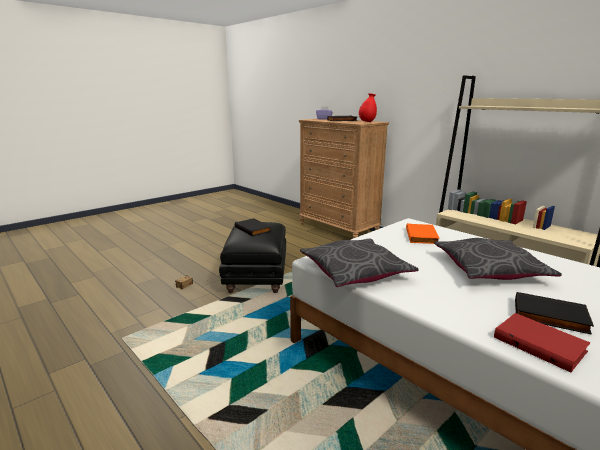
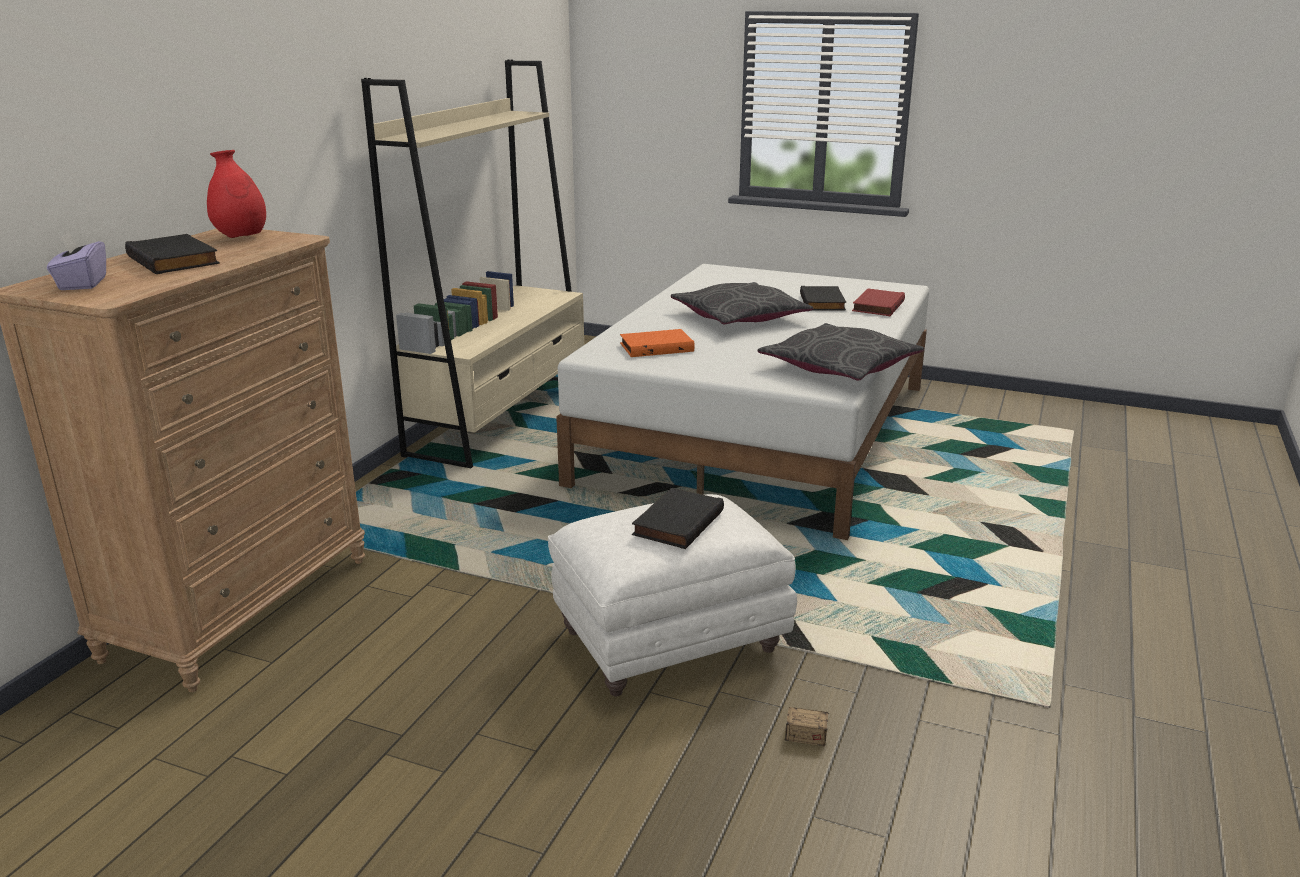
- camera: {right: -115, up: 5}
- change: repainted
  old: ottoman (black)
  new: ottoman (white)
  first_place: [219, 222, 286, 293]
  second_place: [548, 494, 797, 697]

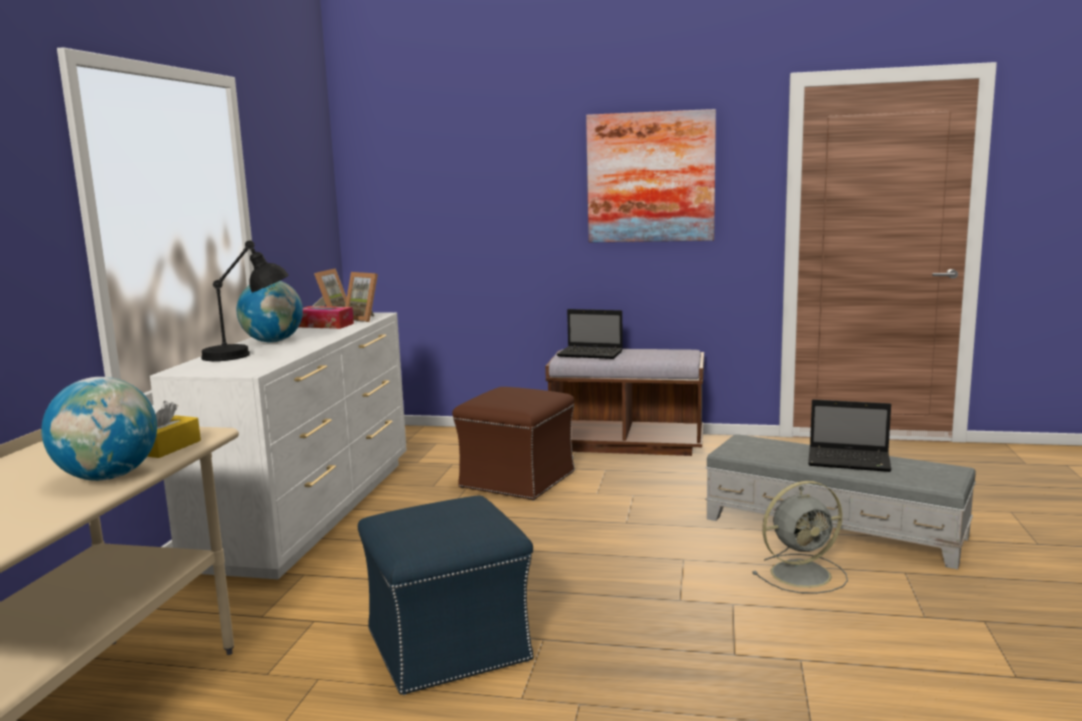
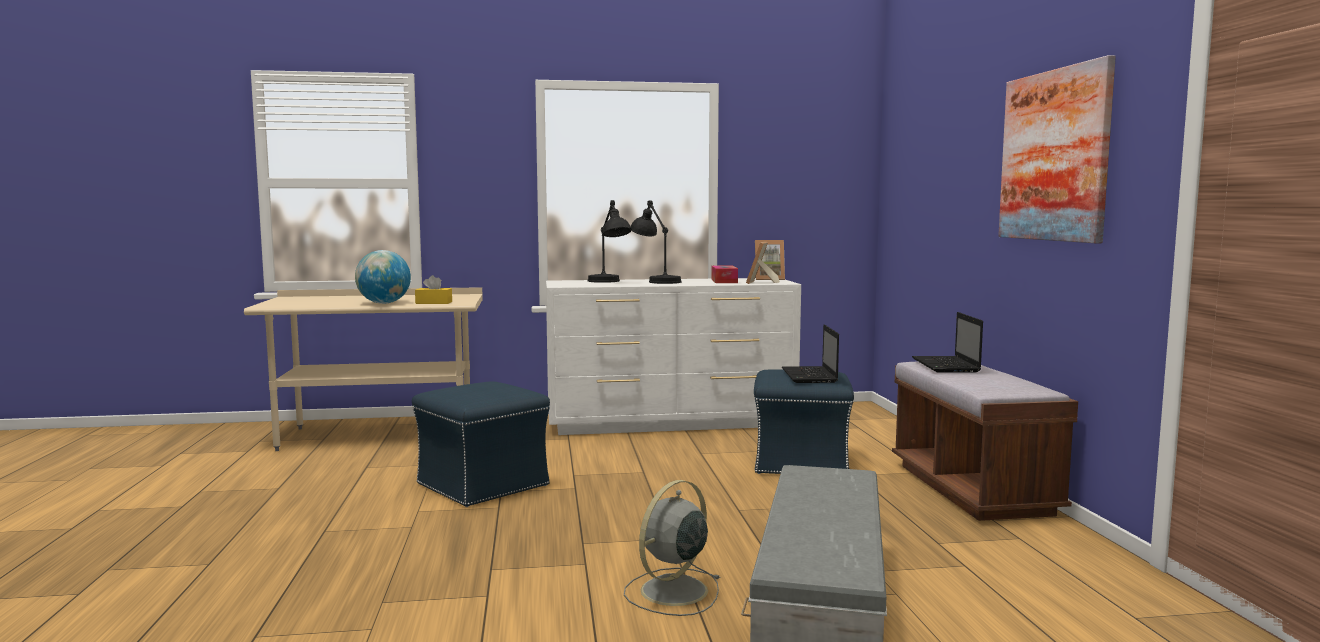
- camera: {right: 70, up: -5}
- change: swapped
  old: globe
  new: table lamp (black)
  first_place: [237, 281, 303, 342]
  second_place: [631, 200, 682, 284]
- change: repainted
  old: ottoman (brown)
  new: ottoman (blue)
  first_place: [452, 387, 575, 501]
  second_place: [754, 369, 854, 474]
- change: shifted
  old: laptop
  first_place: [808, 399, 892, 472]
  second_place: [782, 324, 839, 383]
- change: rotated
  old: fan (grey)
  first_place: [752, 481, 848, 594]
  second_place: [624, 480, 721, 616]
  degrees: 75

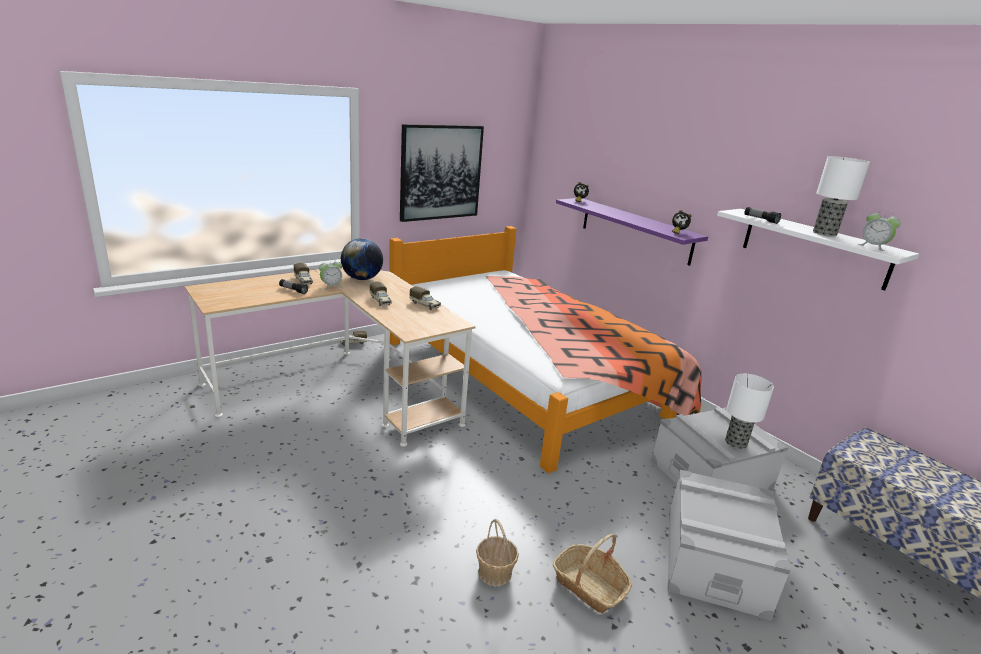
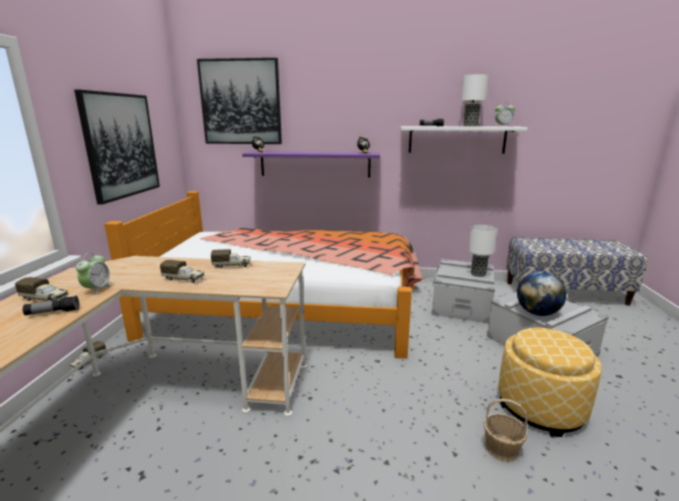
- camera: {right: -45, up: -5}
- change: shifted
  old: globe
  first_place: [341, 238, 383, 280]
  second_place: [517, 272, 566, 316]
- change: swapped
  old: basket
  new: ottoman
  first_place: [552, 533, 632, 613]
  second_place: [498, 328, 602, 437]
- change: new
  new: picture
  second_place: [197, 58, 282, 144]

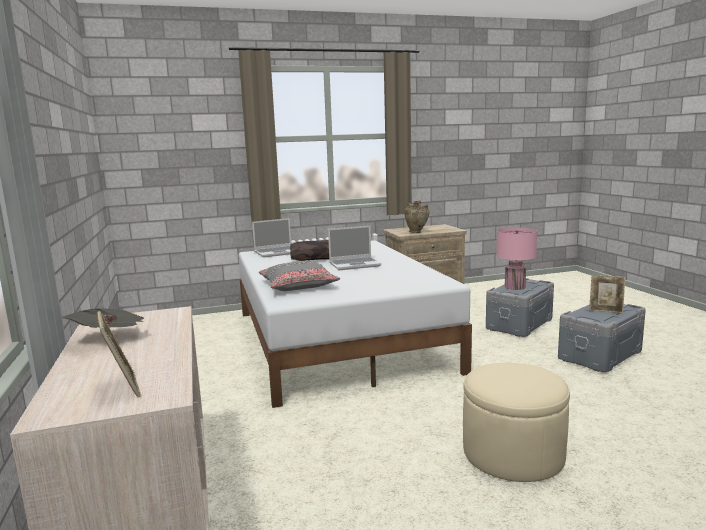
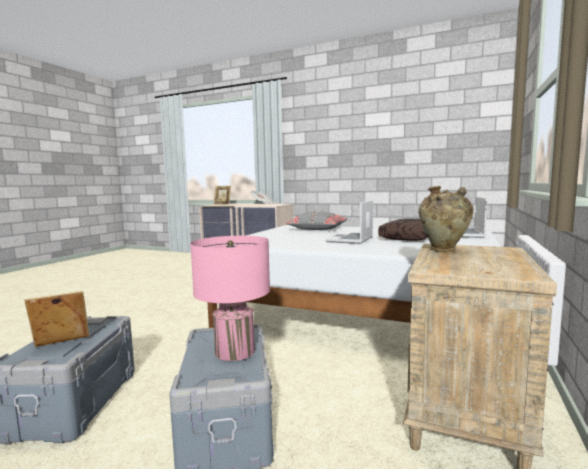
- camera: {right: 130, up: -5}
- change: gone
  old: ottoman (beige)
  first_place: [463, 363, 570, 482]

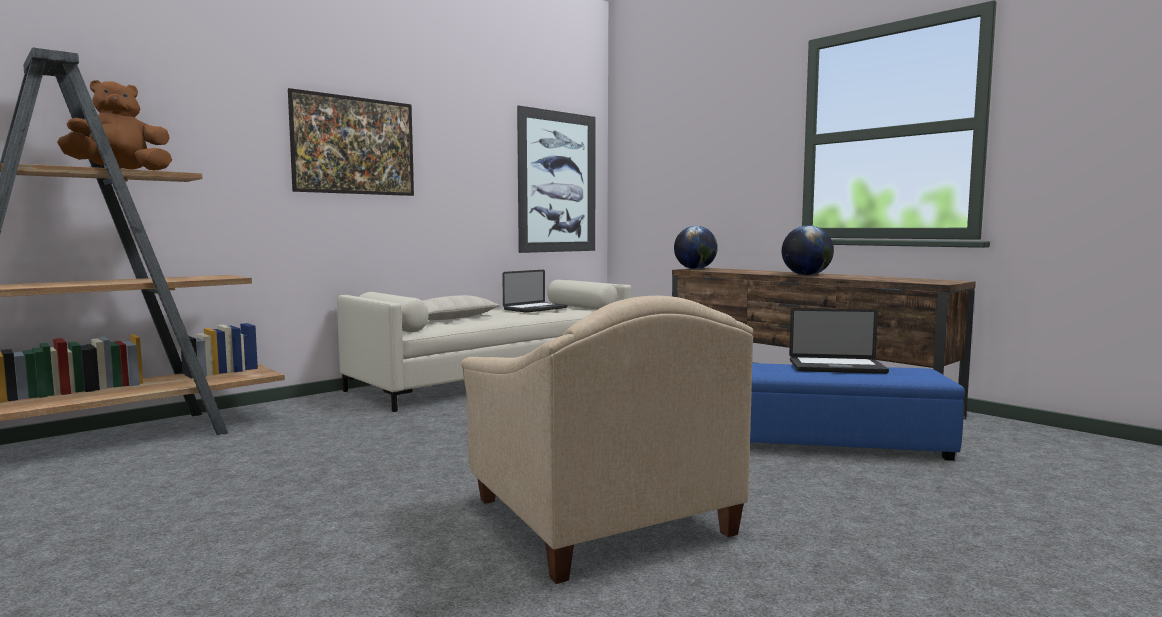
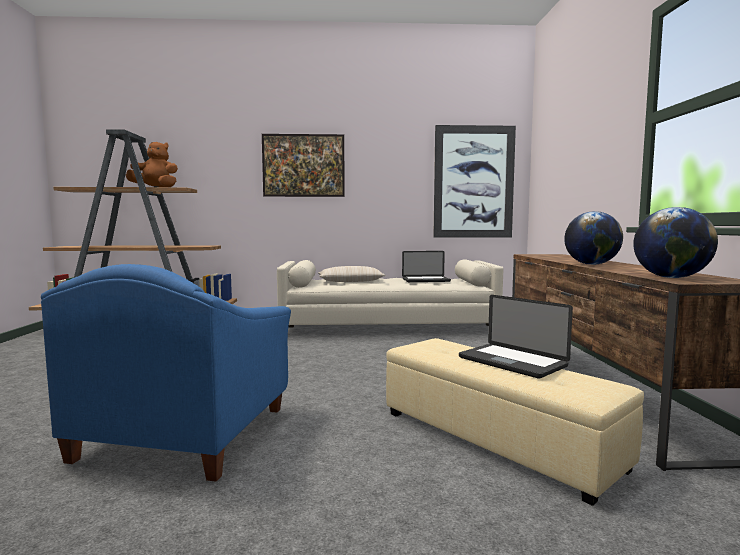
- camera: {right: 40, up: 0}
- change: shifted
  old: globe
  first_place: [674, 226, 718, 269]
  second_place: [633, 207, 718, 278]
- change: repainted
  old: armchair (beige)
  new: armchair (blue)
  first_place: [461, 296, 753, 584]
  second_place: [41, 264, 291, 482]
- change: repainted
  old: ottoman (blue)
  new: ottoman (beige)
  first_place: [750, 363, 965, 461]
  second_place: [386, 338, 644, 506]

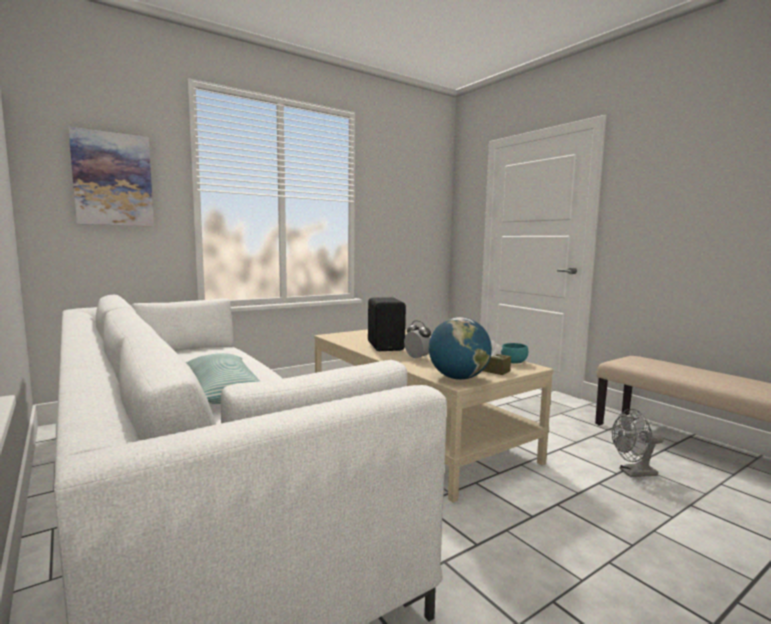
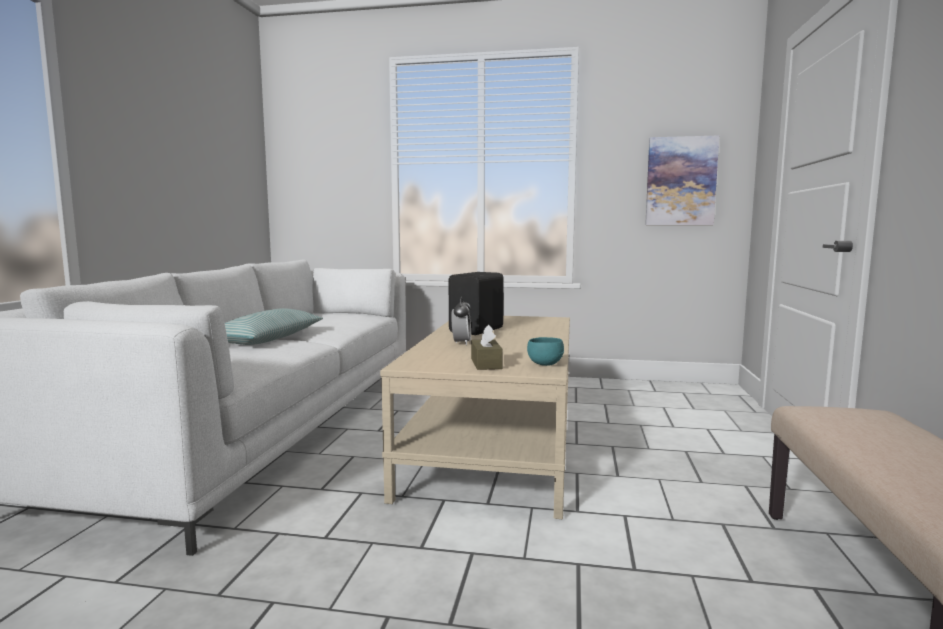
- camera: {right: 45, up: 0}
- change: shifted
  old: picture
  first_place: [68, 127, 154, 226]
  second_place: [645, 135, 719, 225]
- change: gone
  old: globe
  first_place: [429, 317, 492, 380]
- change: gone
  old: fan (grey)
  first_place: [612, 409, 664, 477]

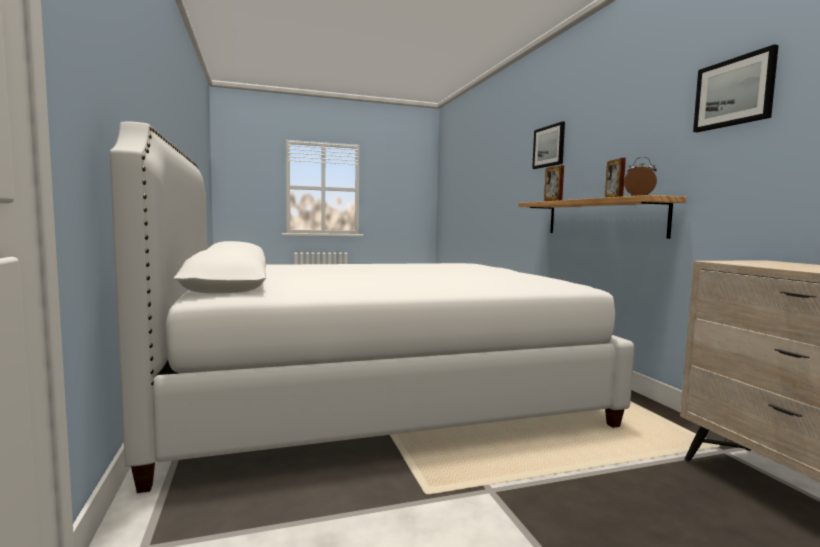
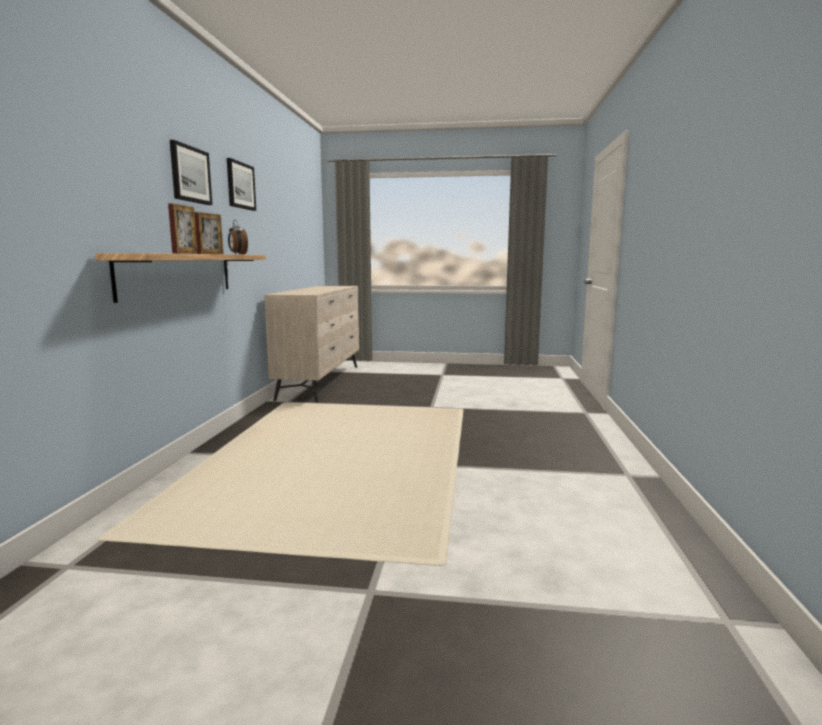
- camera: {right: -155, up: 5}
- change: gone
  old: bed (white)
  first_place: [110, 121, 635, 493]
- change: shifted
  old: picture
  first_place: [532, 122, 565, 169]
  second_place: [170, 140, 213, 205]

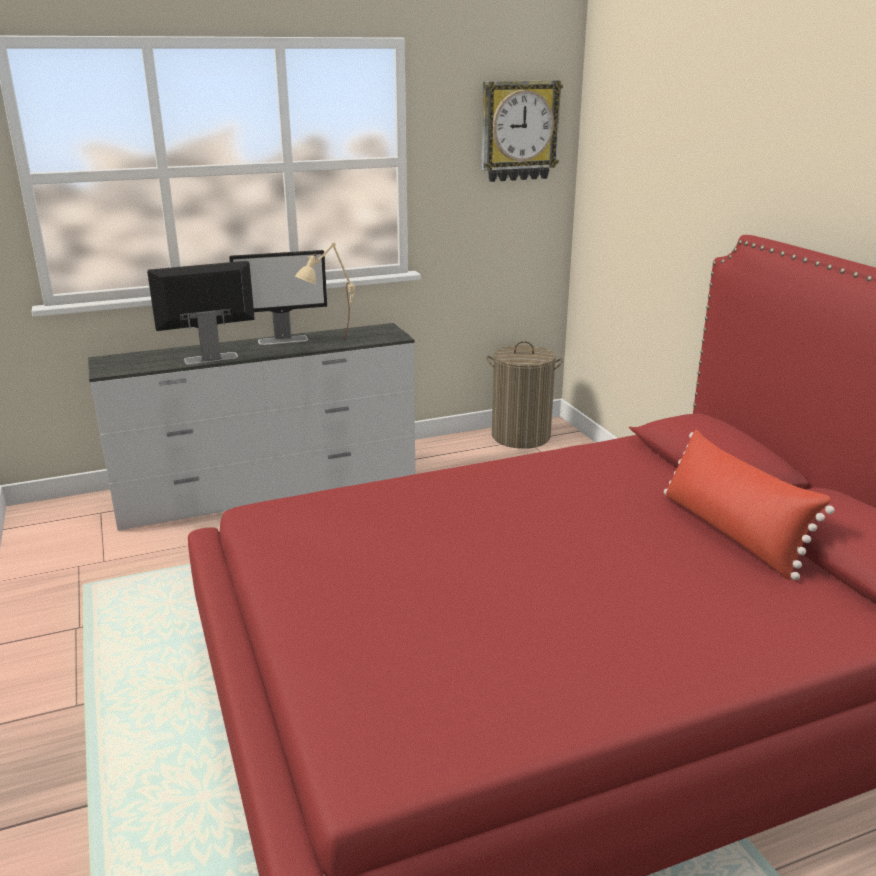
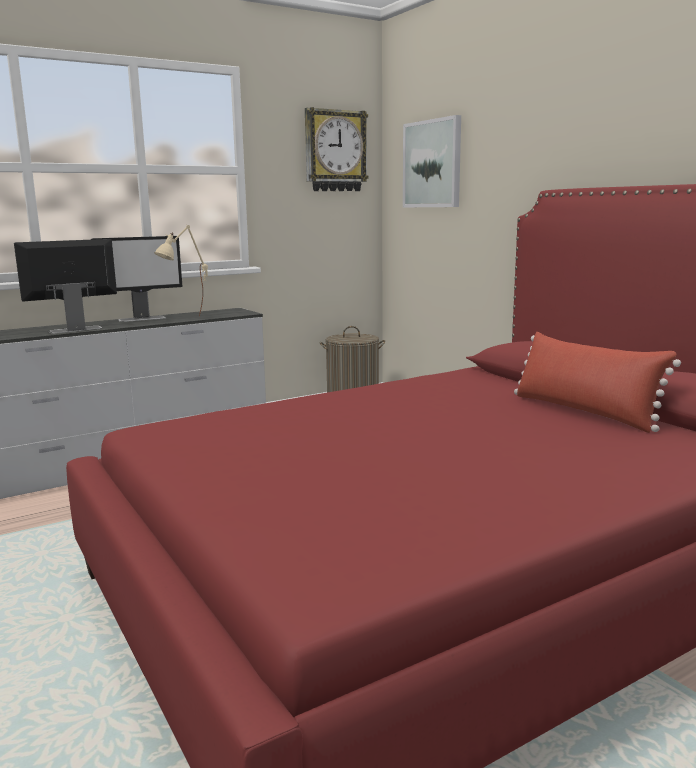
- camera: {right: -10, up: -10}
- change: new
  new: picture
  second_place: [403, 115, 461, 207]

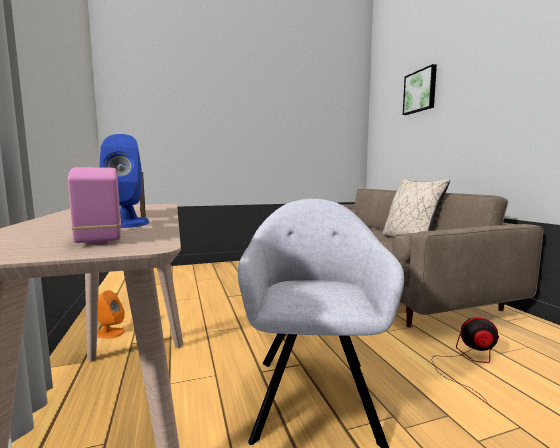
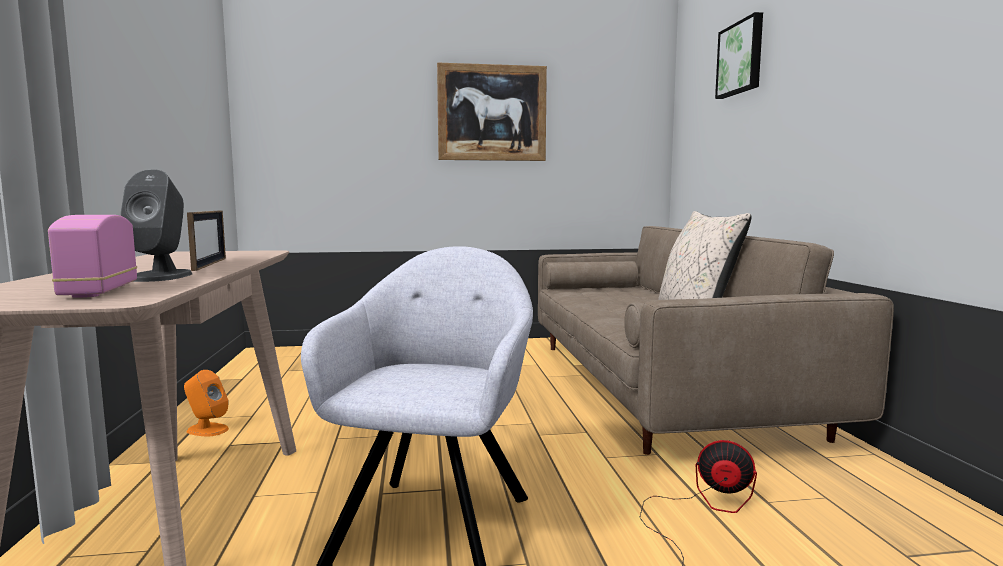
- camera: {right: 10, up: 0}
- change: repainted
  old: speaker (blue)
  new: speaker (grey)
  first_place: [99, 134, 149, 228]
  second_place: [120, 169, 192, 282]
- change: new
  new: picture
  second_place: [437, 62, 547, 161]

